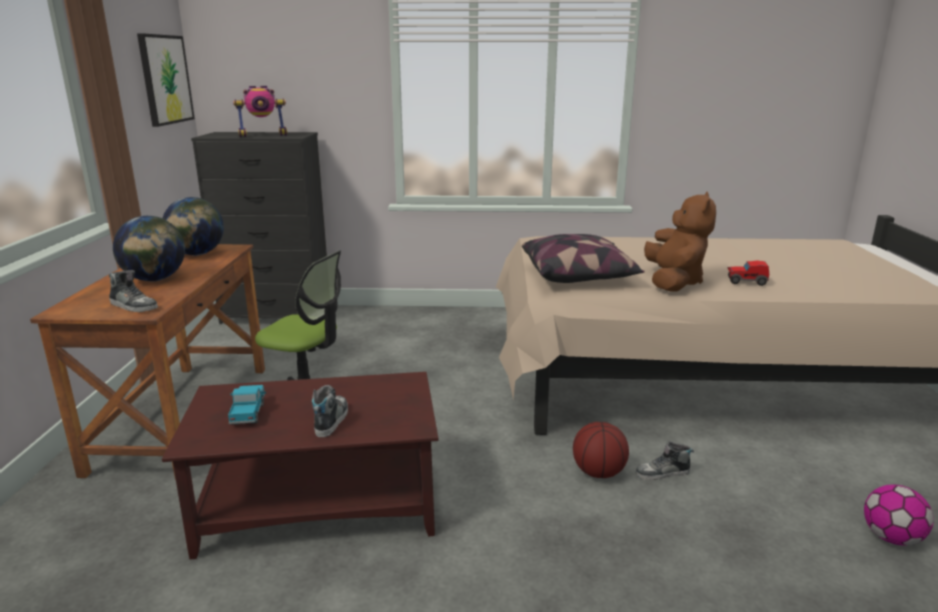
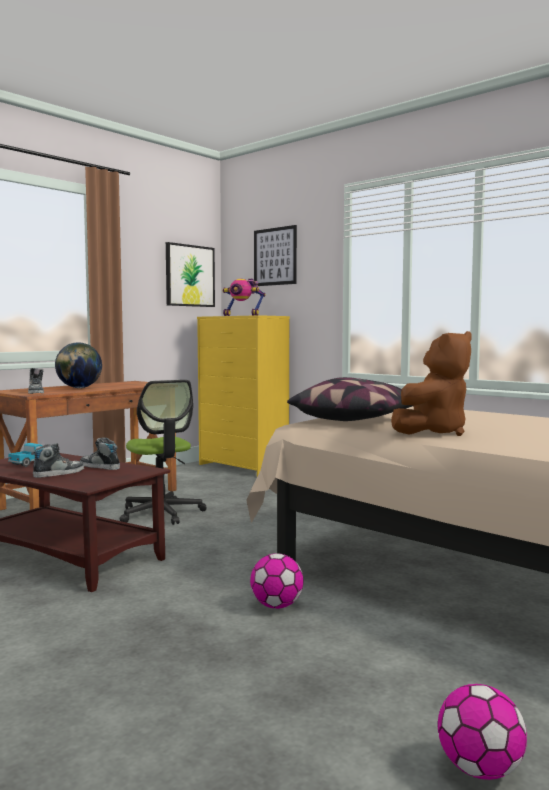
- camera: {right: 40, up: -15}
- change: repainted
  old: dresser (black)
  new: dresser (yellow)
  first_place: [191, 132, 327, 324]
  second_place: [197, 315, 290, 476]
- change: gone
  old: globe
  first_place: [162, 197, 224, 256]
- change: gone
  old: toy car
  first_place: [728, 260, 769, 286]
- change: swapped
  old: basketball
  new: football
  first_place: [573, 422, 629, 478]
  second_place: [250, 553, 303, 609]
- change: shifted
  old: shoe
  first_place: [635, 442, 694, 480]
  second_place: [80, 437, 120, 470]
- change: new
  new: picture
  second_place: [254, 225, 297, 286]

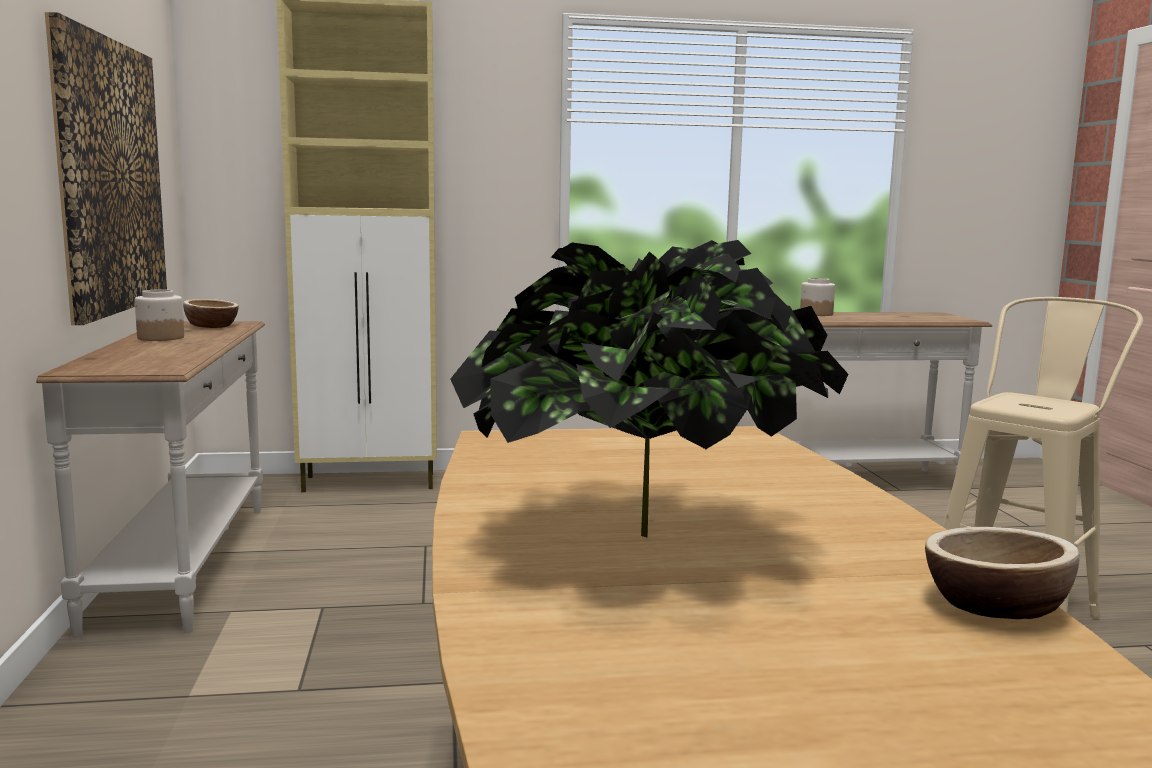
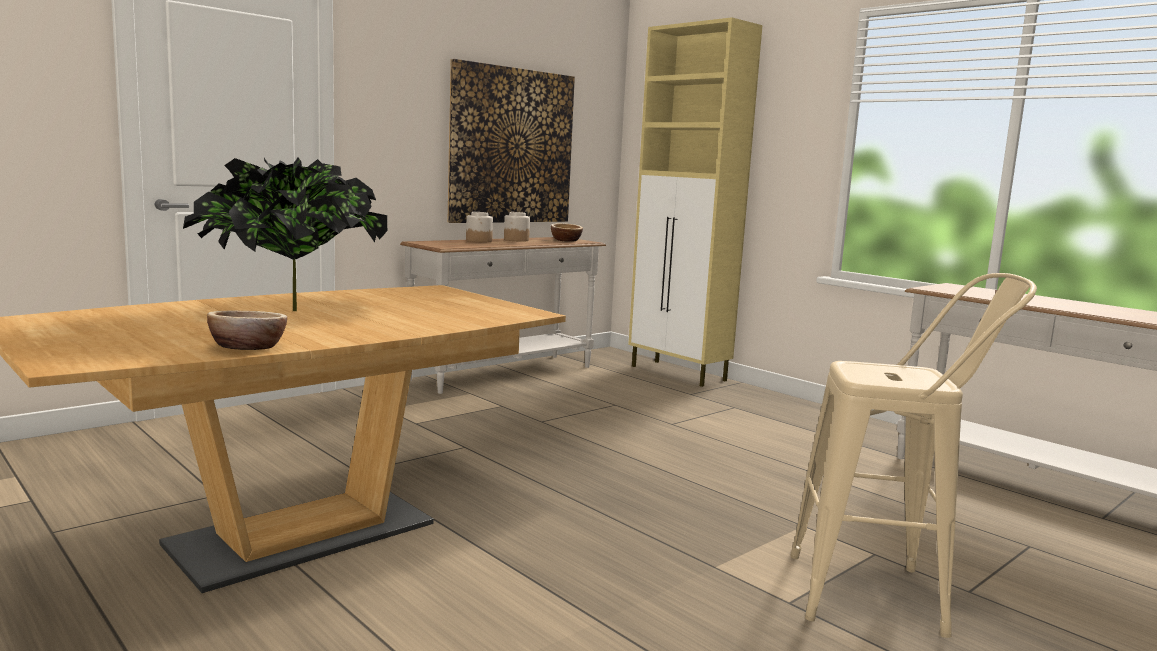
- camera: {right: 55, up: 0}
- change: shifted
  old: jar
  first_place: [800, 278, 835, 316]
  second_place: [466, 212, 493, 242]

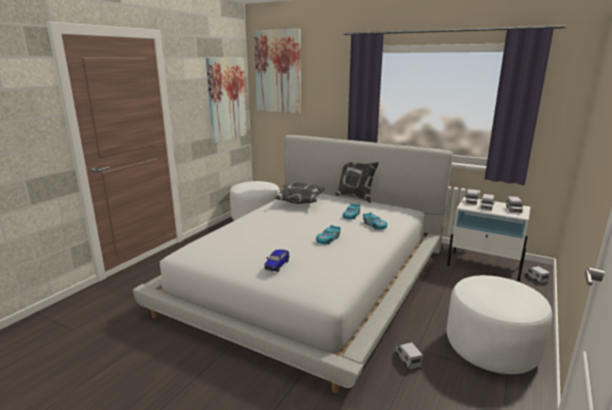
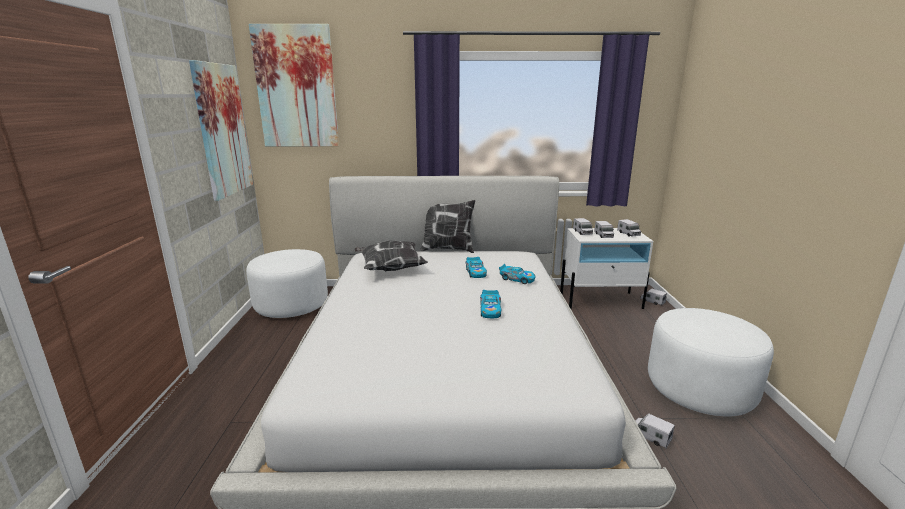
- camera: {right: -30, up: 0}
- change: gone
  old: toy car
  first_place: [264, 250, 289, 272]

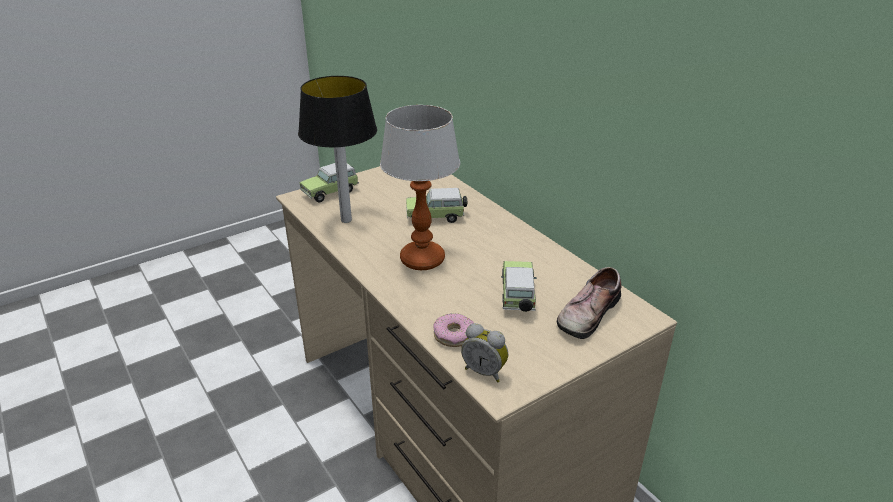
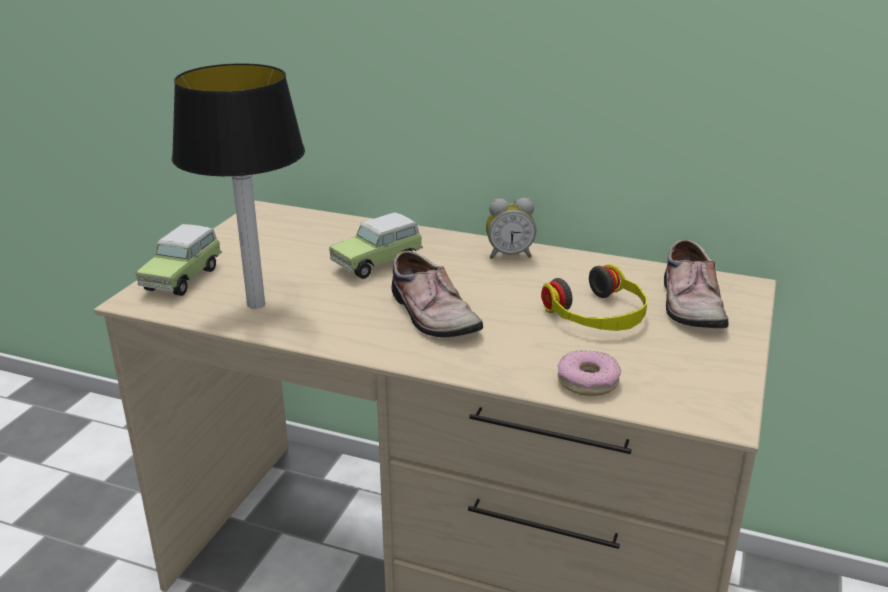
- camera: {right: -35, up: -5}
- change: swapped
  old: table lamp
  new: shoe
  first_place: [380, 105, 460, 270]
  second_place: [391, 251, 483, 337]
- change: swapped
  old: toy car
  new: headphones
  first_place: [501, 261, 537, 312]
  second_place: [541, 264, 647, 331]
- change: shifted
  old: alarm clock
  first_place: [461, 323, 508, 382]
  second_place: [486, 198, 536, 259]

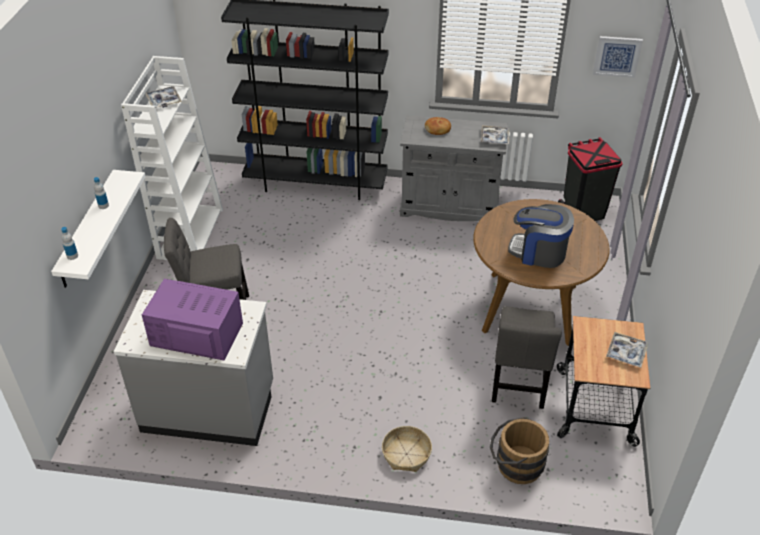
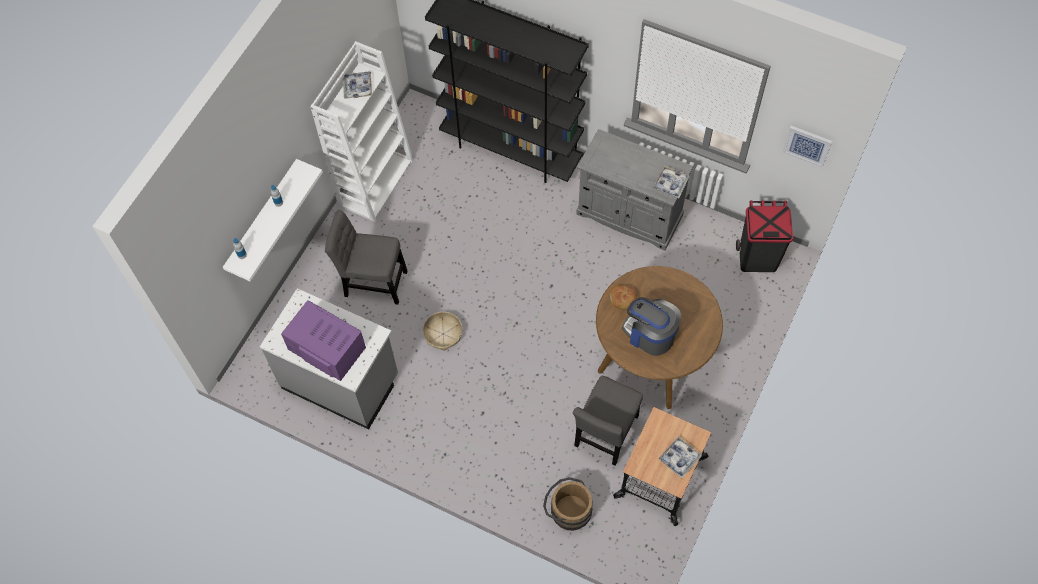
- camera: {right: 20, up: 20}
- change: shifted
  old: bread
  first_place: [425, 117, 451, 135]
  second_place: [610, 285, 637, 309]
- change: shifted
  old: basket
  first_place: [382, 426, 432, 472]
  second_place: [422, 312, 462, 351]

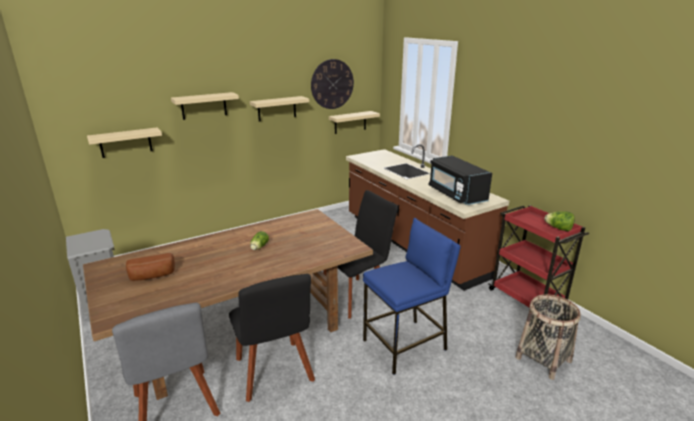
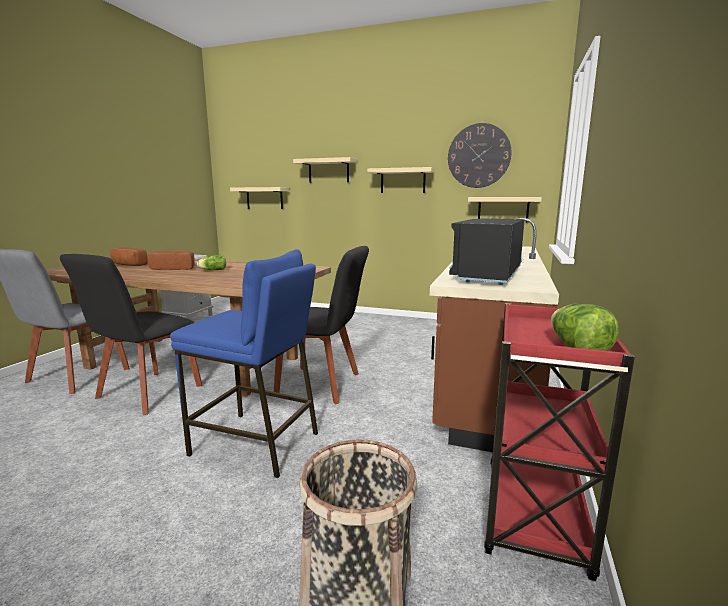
- camera: {right: 50, up: -10}
- change: new
  new: bread
  second_place: [147, 251, 195, 270]

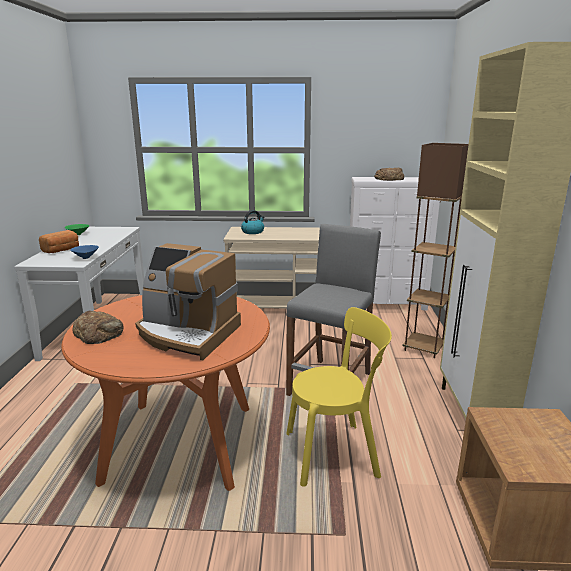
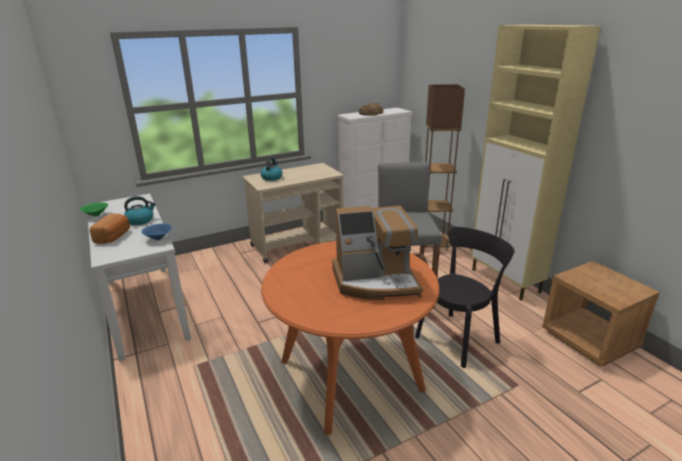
- camera: {right: -30, up: 5}
- change: repainted
  old: chair (yellow)
  new: chair (black)
  first_place: [286, 307, 392, 487]
  second_place: [415, 227, 514, 368]
- change: gone
  old: bread
  first_place: [72, 310, 124, 344]
- change: new
  new: kettle
  second_place: [124, 196, 156, 225]

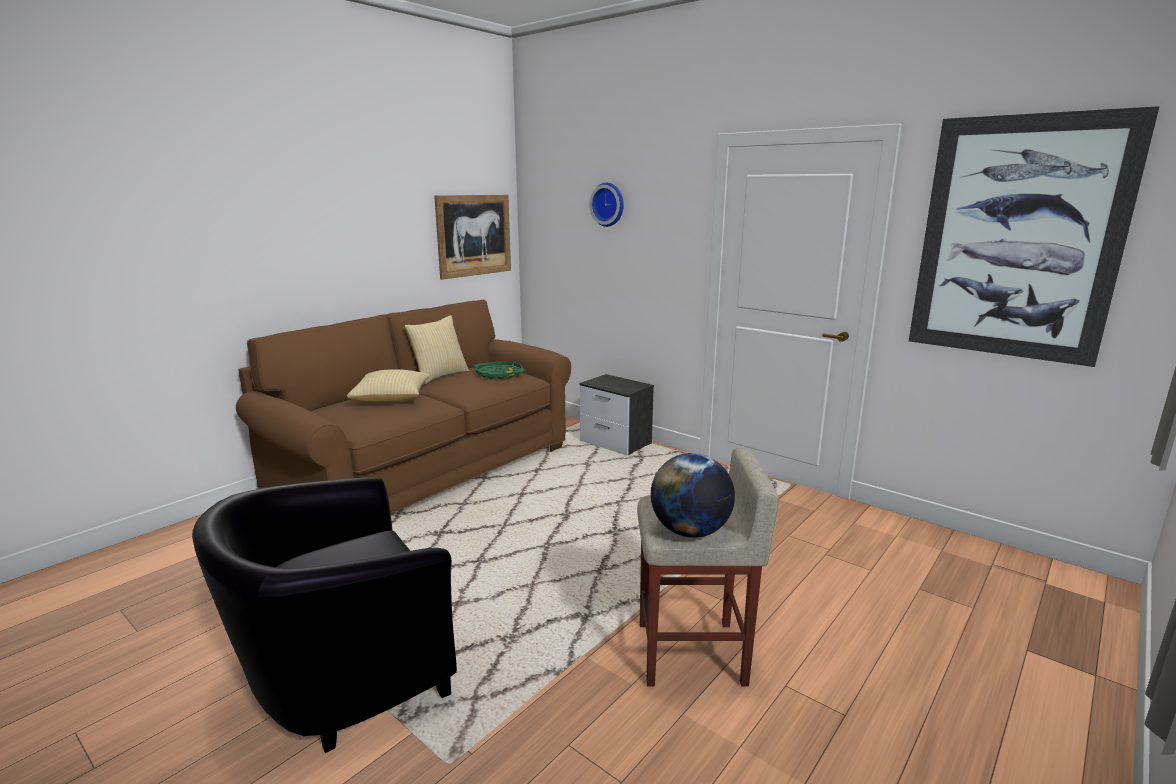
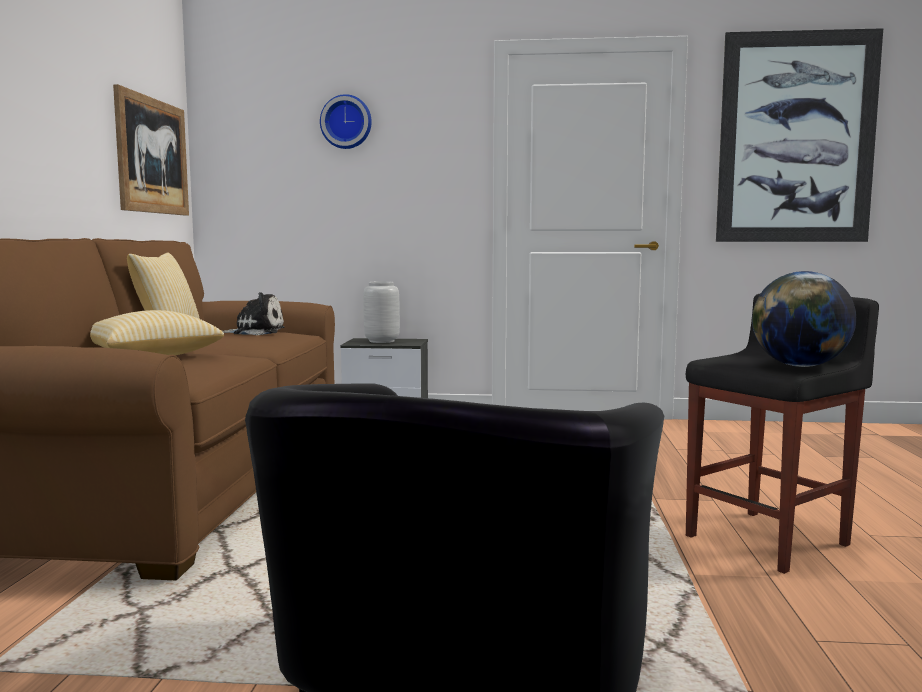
- camera: {right: -35, up: -10}
- change: swapped
  old: tray (green)
  new: plush toy
  first_place: [474, 362, 525, 380]
  second_place: [222, 292, 284, 335]
- change: repainted
  old: stool (beige)
  new: stool (black)
  first_place: [637, 447, 779, 687]
  second_place: [686, 293, 879, 574]
- change: new
  new: vase (grey)
  second_place: [363, 281, 400, 343]

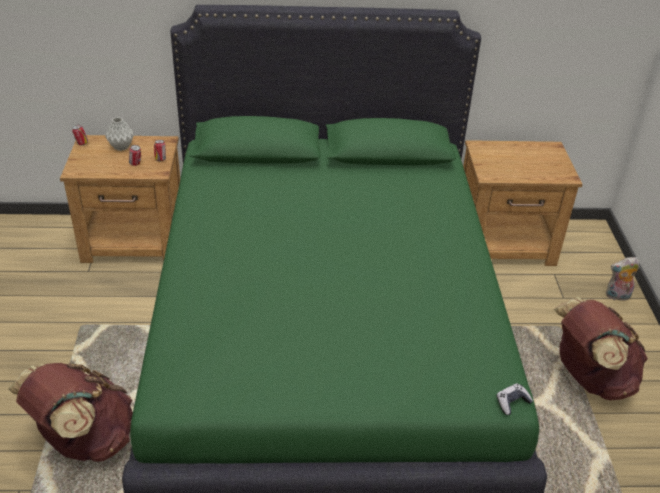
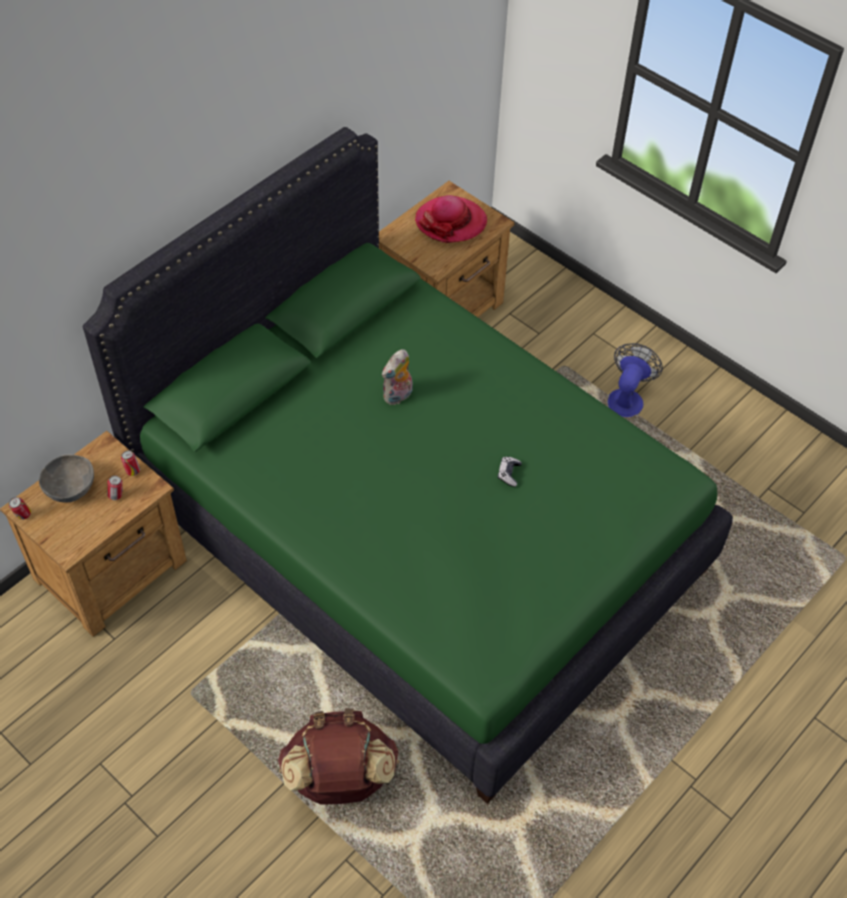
- camera: {right: -45, up: 15}
- change: swapped
  old: vase (grey)
  new: bowl (grey)
  first_place: [105, 117, 134, 151]
  second_place: [39, 454, 94, 503]
- change: shifted
  old: plush toy
  first_place: [606, 257, 639, 301]
  second_place: [382, 349, 413, 405]
- change: swapped
  old: backpack (brown)
  new: fan
  first_place: [554, 297, 648, 400]
  second_place: [608, 343, 663, 417]
- change: shifted
  old: game controller
  first_place: [496, 383, 533, 415]
  second_place: [498, 456, 522, 487]
- change: new
  new: hat
  second_place: [415, 195, 487, 243]

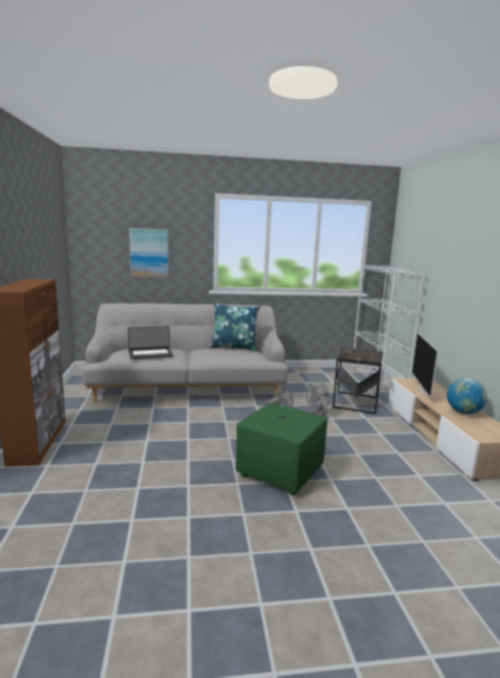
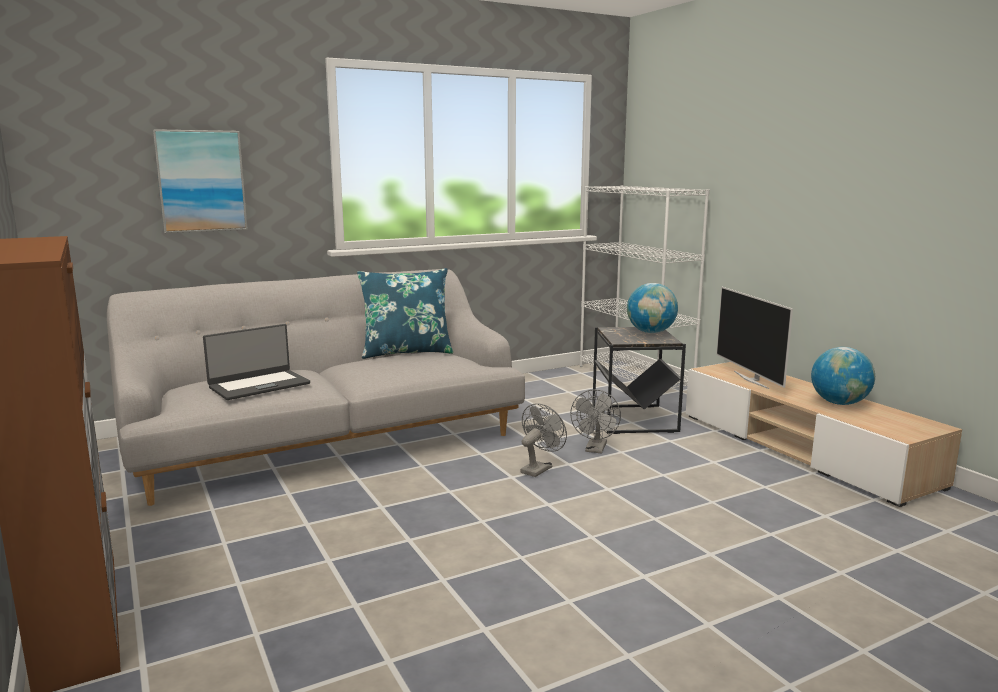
- camera: {right: -20, up: 0}
- change: gone
  old: ottoman (green)
  first_place: [236, 402, 327, 495]
- change: new
  new: globe
  second_place: [627, 283, 678, 333]

